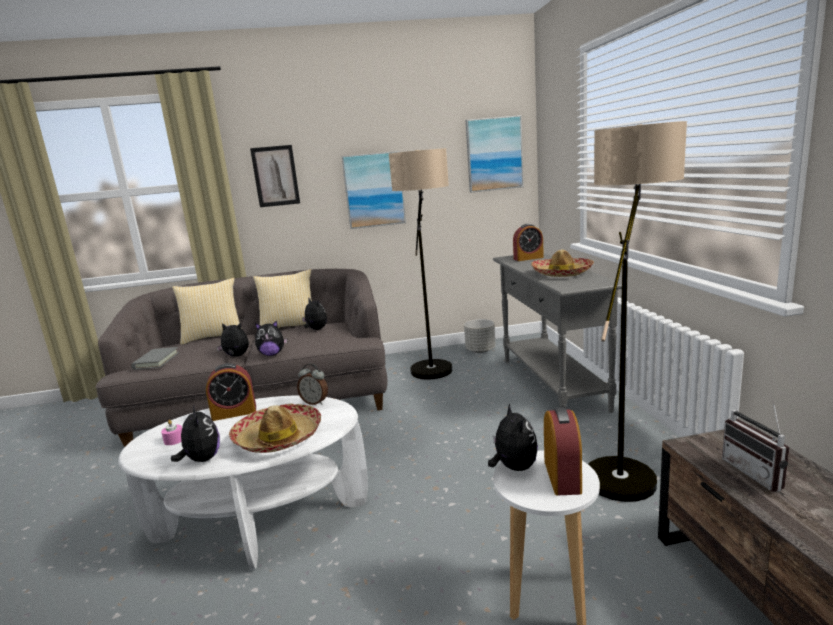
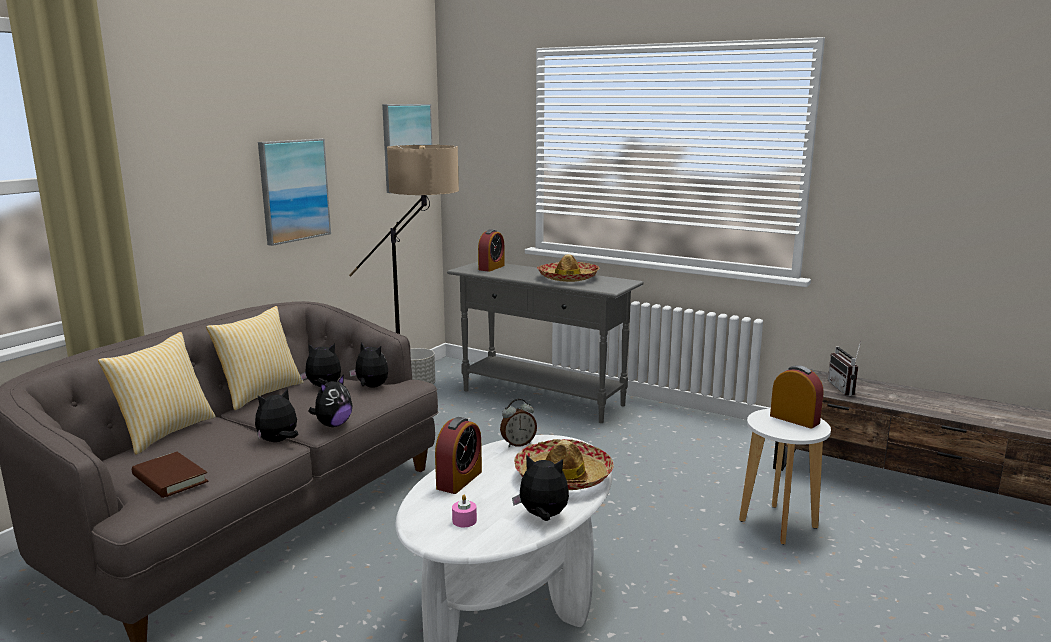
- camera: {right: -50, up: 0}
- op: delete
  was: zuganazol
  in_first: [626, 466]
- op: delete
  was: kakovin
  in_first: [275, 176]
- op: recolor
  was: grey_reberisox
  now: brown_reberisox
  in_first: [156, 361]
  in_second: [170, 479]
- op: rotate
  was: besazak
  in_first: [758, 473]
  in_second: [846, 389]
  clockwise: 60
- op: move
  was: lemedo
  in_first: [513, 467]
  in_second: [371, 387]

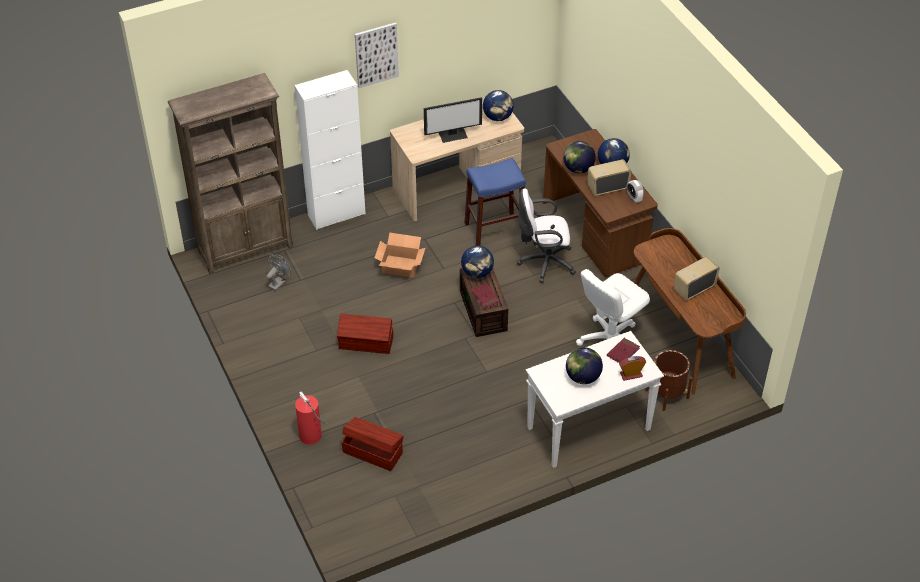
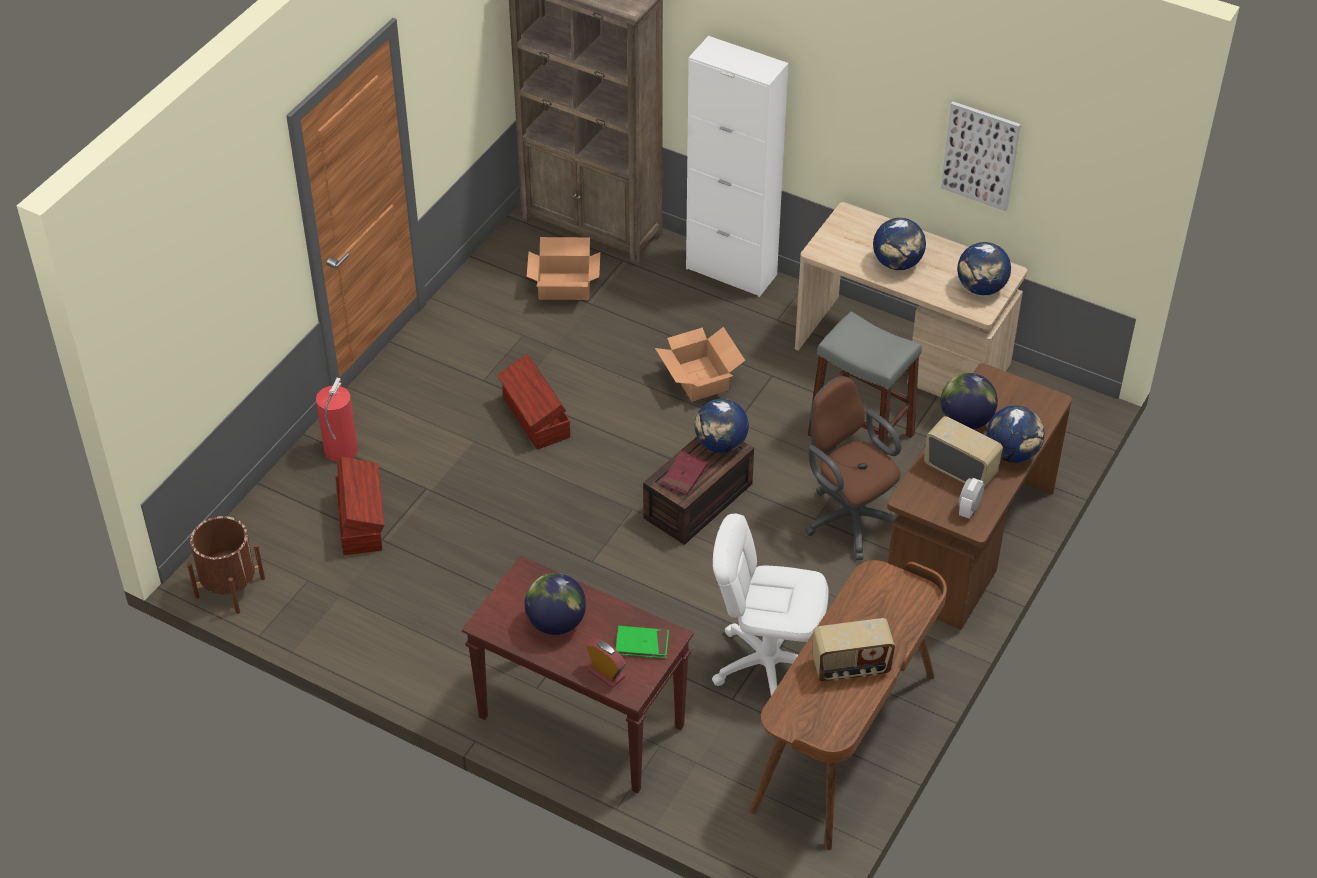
- camera: {right: 55, up: 0}
- op: move
  was: kakovin
  in_first: [376, 54]
  in_second: [980, 155]
- op: replace
  was: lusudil
  now: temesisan
  in_first: [453, 135]
  in_second: [897, 263]
- op: recolor
  was: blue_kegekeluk
  now: grey_kegekeluk
  in_first: [494, 229]
  in_second: [860, 434]
- op: recolor
  was: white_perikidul
  now: brown_perikidul
  in_first: [543, 262]
  in_second: [849, 517]
- op: replace
  was: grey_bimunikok
  now: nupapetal
  in_first: [279, 282]
  in_second: [564, 286]
- op: rotate
  was: besazak
  in_first: [694, 288]
  in_second: [851, 667]
  clockwise: 150
- op: recolor
  was: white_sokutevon
  now: brown_sokutevon
  in_first: [588, 430]
  in_second: [579, 722]
- op: recolor
  was: red_reberisox
  now: green_reberisox
  in_first: [623, 352]
  in_second: [642, 644]
- op: move
  was: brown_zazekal
  in_first: [667, 394]
  in_second: [230, 587]

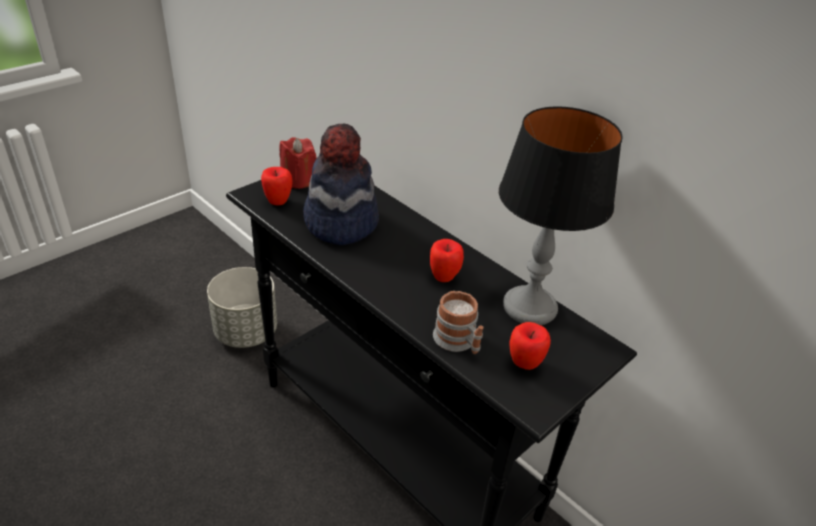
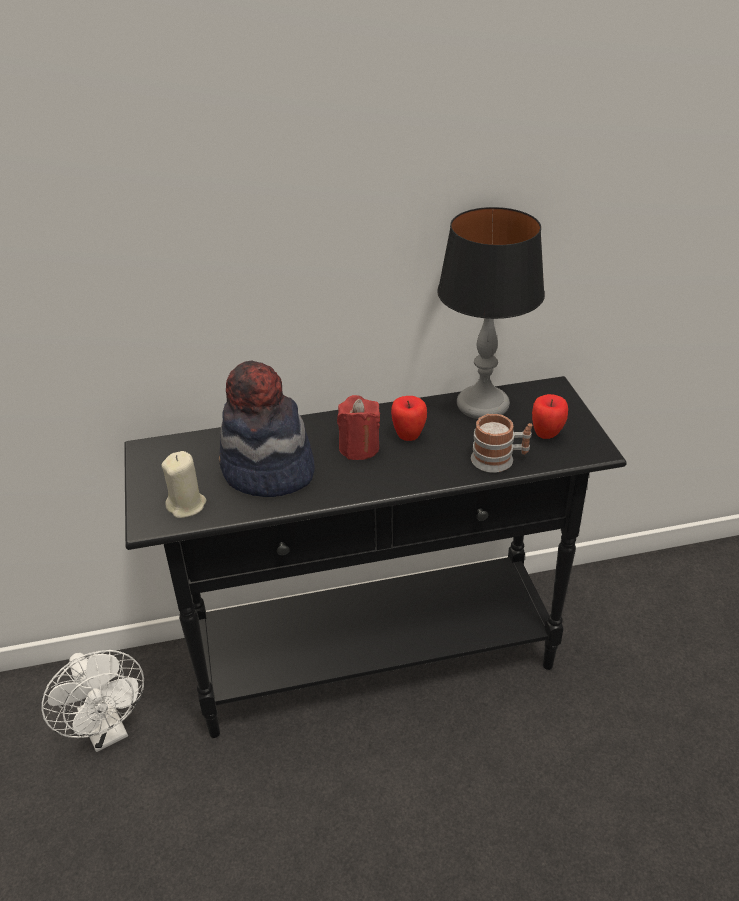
- camera: {right: -55, up: 0}
- op: move
  was: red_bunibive
  in_first: [298, 180]
  in_second: [359, 448]
- op: replace
  was: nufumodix
  now: beige_bunibive
  in_first: [278, 201]
  in_second: [187, 505]
- op: replace
  was: grey_zazekal
  now: white_bimunikok
  in_first: [246, 332]
  in_second: [107, 732]

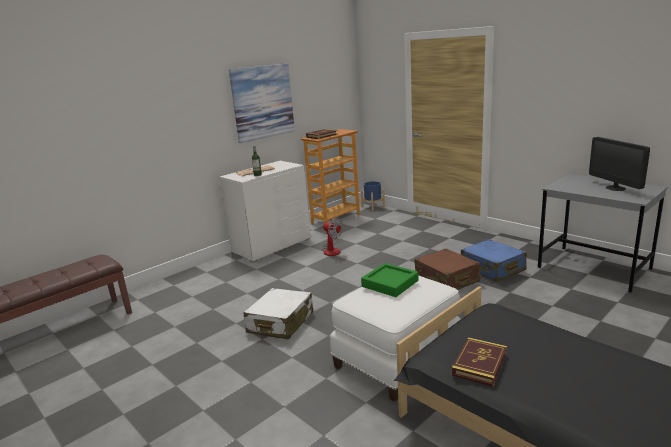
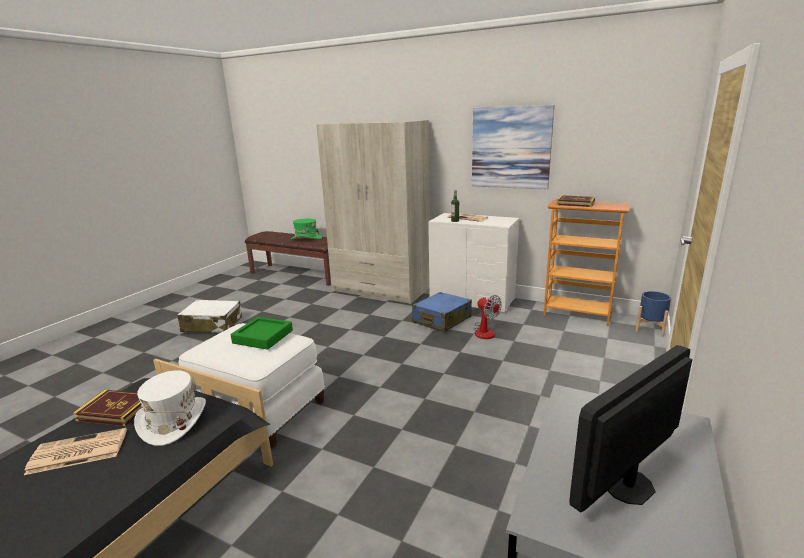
- camera: {right: 70, up: 0}
- op: rotate
  was: bimunikok
  in_first: [332, 250]
  in_second: [485, 331]
  clockwise: -60
- op: move
  was: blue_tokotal
  in_first: [492, 269]
  in_second: [441, 320]
- op: delete
  was: brown_tokotal
  in_first: [446, 279]
- op: move
  was: white_tokotal
  in_first: [280, 323]
  in_second: [212, 325]
- op: insert
  now: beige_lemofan
  in_second: [381, 289]
- op: insert
  now: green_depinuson
  in_second: [306, 238]
- op: insert
  now: white_depinuson
  in_second: [173, 421]
- op: insert
  now: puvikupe
  in_second: [77, 452]

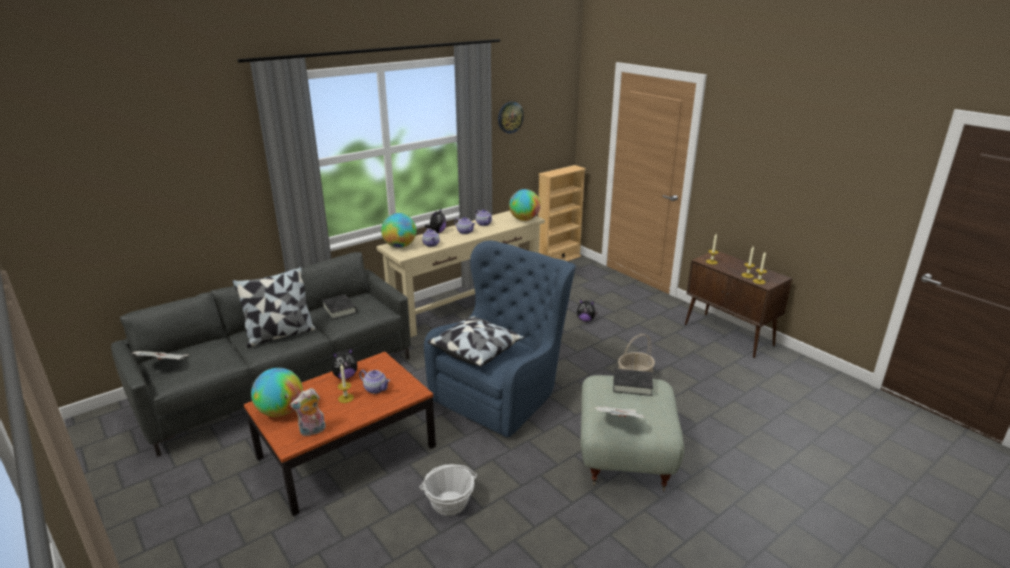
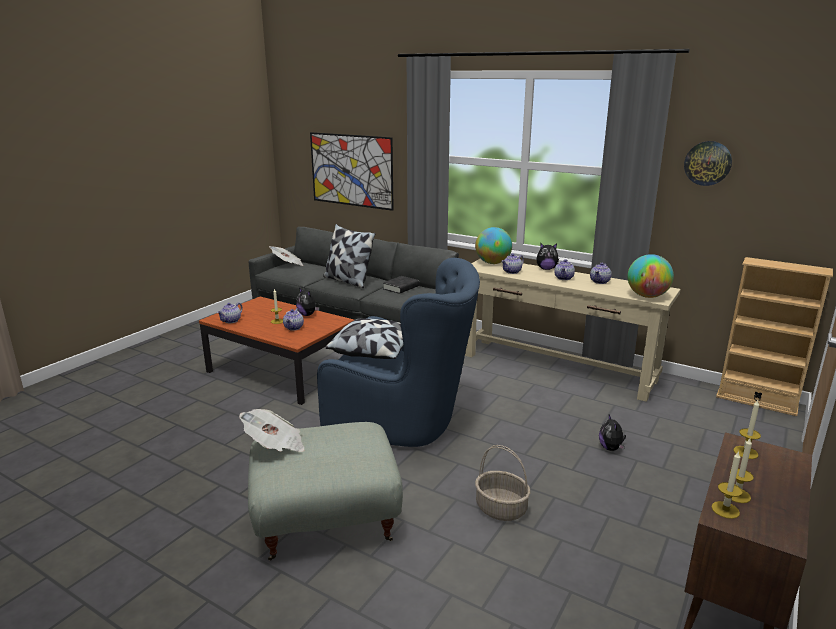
- camera: {right: 70, up: -5}
- op: delete
  was: temesisan
  in_first: [281, 411]
- op: delete
  was: black_reberisox
  in_first: [632, 385]
- op: replace
  was: lemedo
  now: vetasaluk
  in_first: [312, 431]
  in_second: [231, 321]
- op: delete
  was: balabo
  in_first: [449, 503]
- op: insert
  now: kakovin
  in_second: [351, 170]

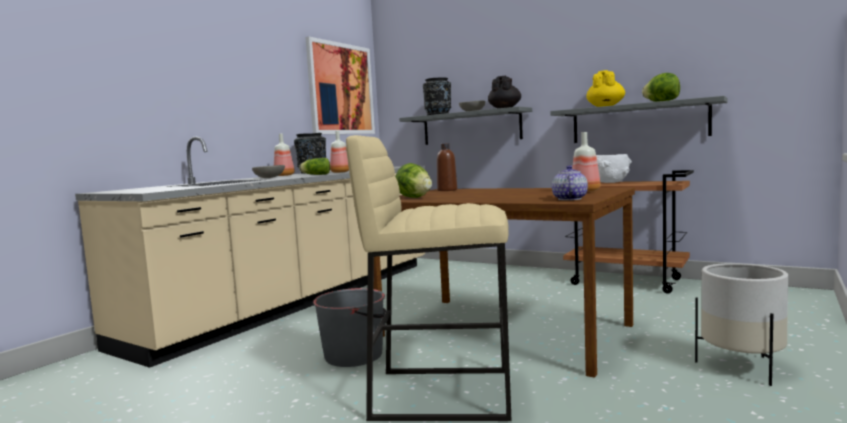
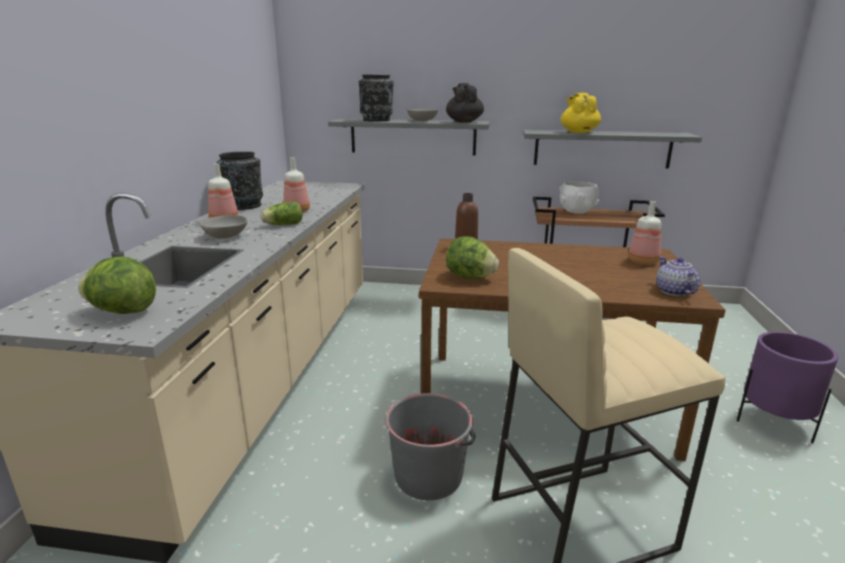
- camera: {right: -25, up: 15}
- op: delete
  was: kakovin
  in_first: [341, 89]
- op: move
  was: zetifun
  in_first: [661, 101]
  in_second: [123, 311]
- op: recolor
  was: white_zazekal
  now: purple_zazekal
  in_first: [742, 367]
  in_second: [774, 422]

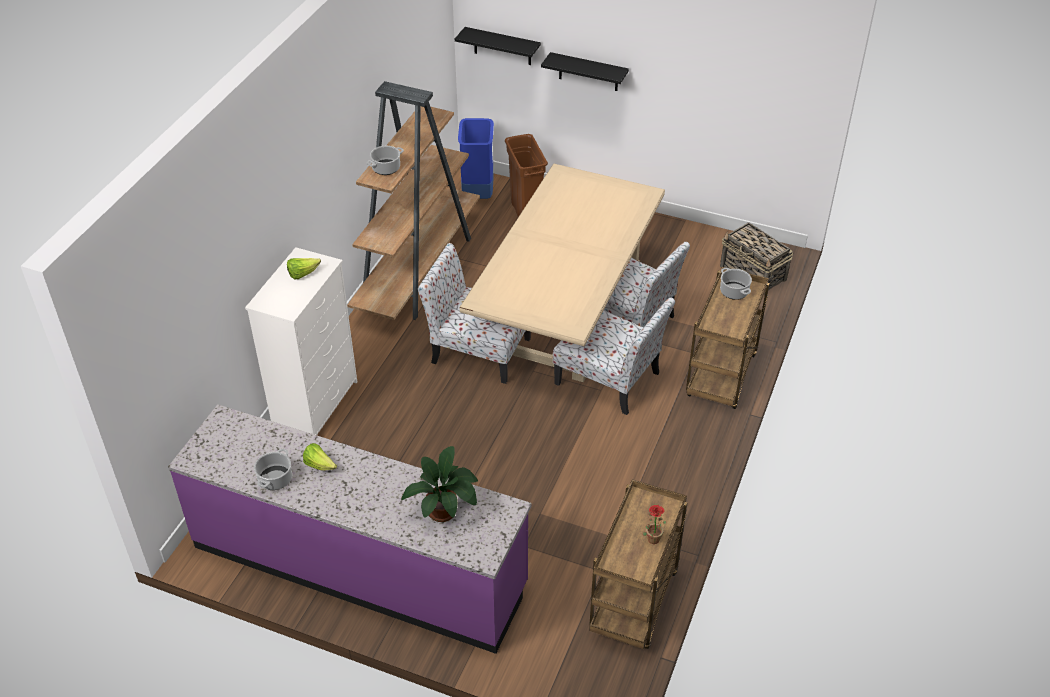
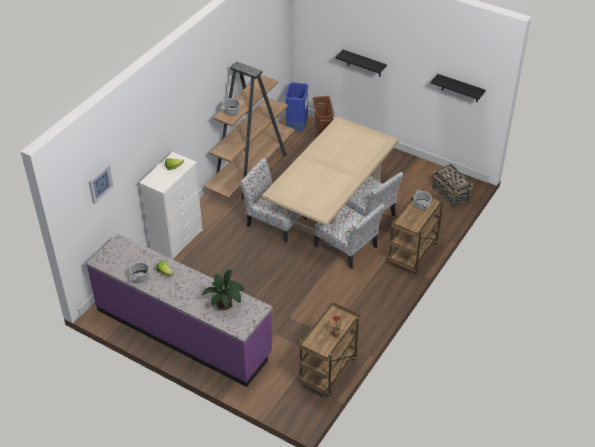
- camera: {right: 10, up: 0}
- op: move
  was: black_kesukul
  in_first: [502, 46]
  in_second: [460, 88]
- op: insert
  now: kakovin
  in_second: [100, 183]

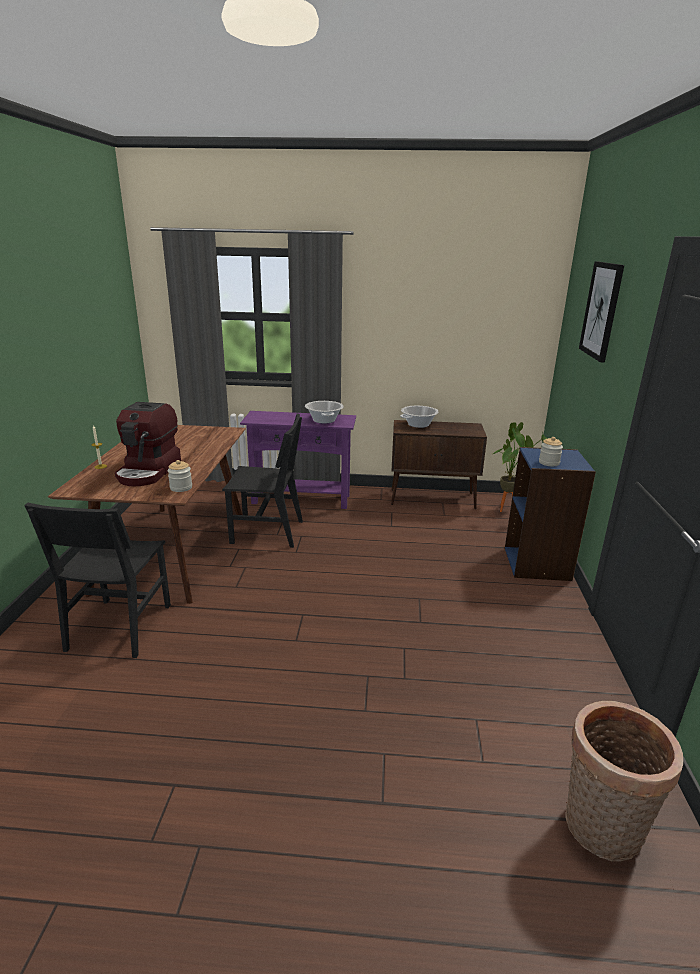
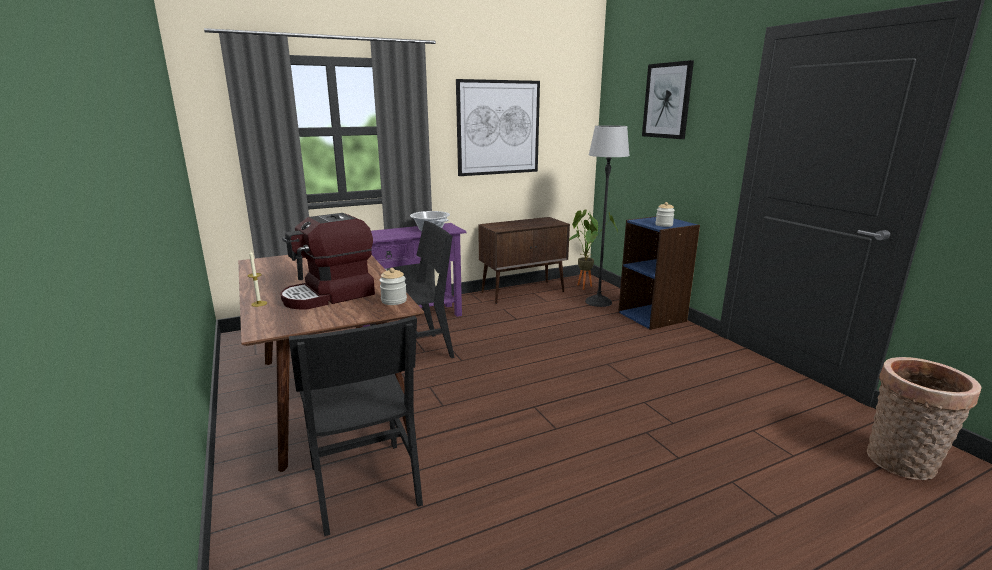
- camera: {right: -30, up: -5}
- op: rotate
  was: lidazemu
  in_first: [149, 471]
  in_second: [330, 296]
  clockwise: 75
- op: delete
  was: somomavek
  in_first: [418, 424]
- op: insert
  now: kakovin
  in_second: [498, 128]
- op: insert
  now: zuganazol
  in_second: [598, 301]

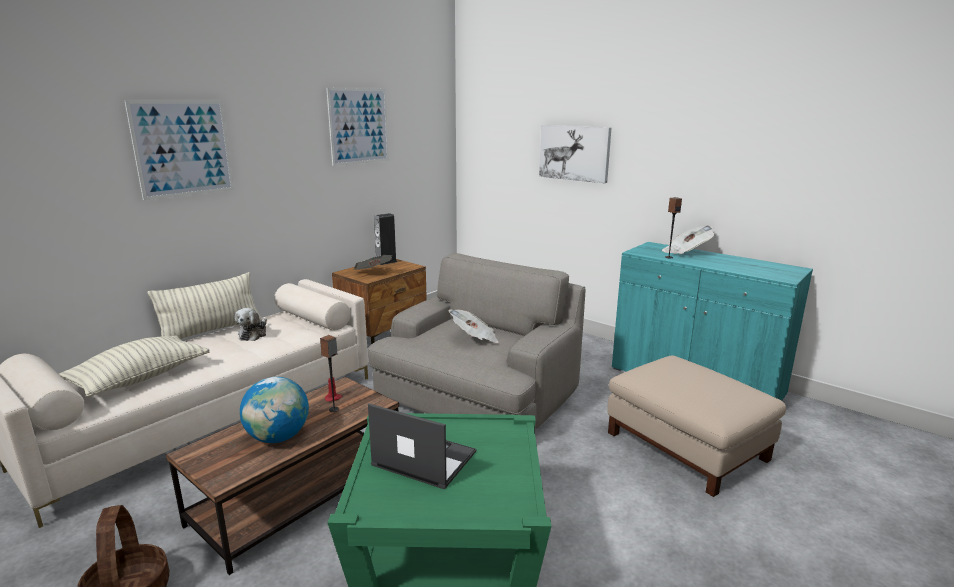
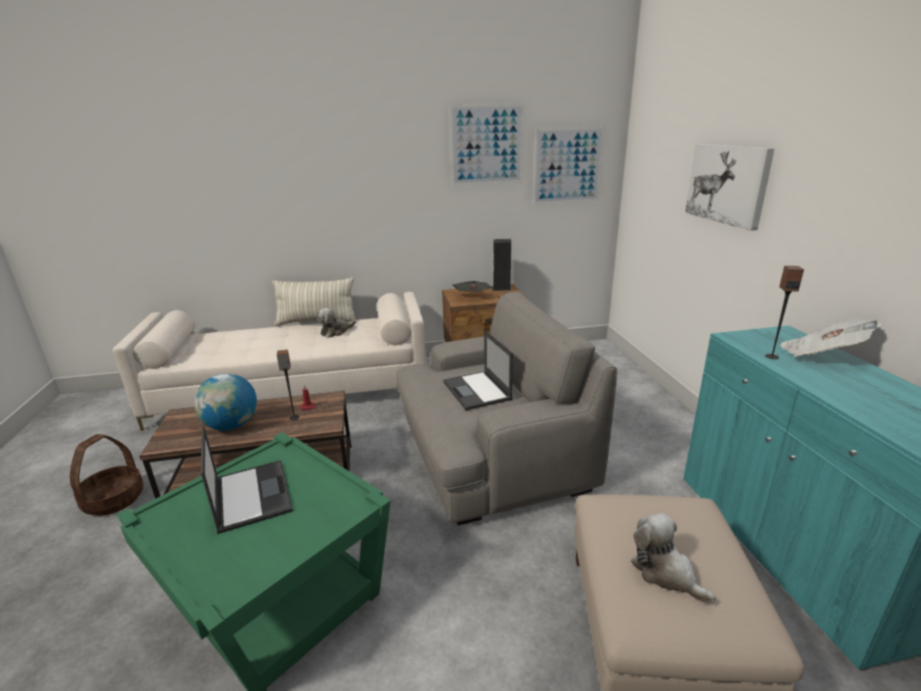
- camera: {right: 40, up: 5}
- op: move
  was: kakovin
  in_first: [183, 148]
  in_second: [568, 166]
- op: replace
  was: puvikupe
  now: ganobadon
  in_first: [474, 338]
  in_second: [477, 391]
- op: delete
  was: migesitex
  in_first: [140, 378]
- op: insert
  now: lemedo
  in_second: [665, 572]

